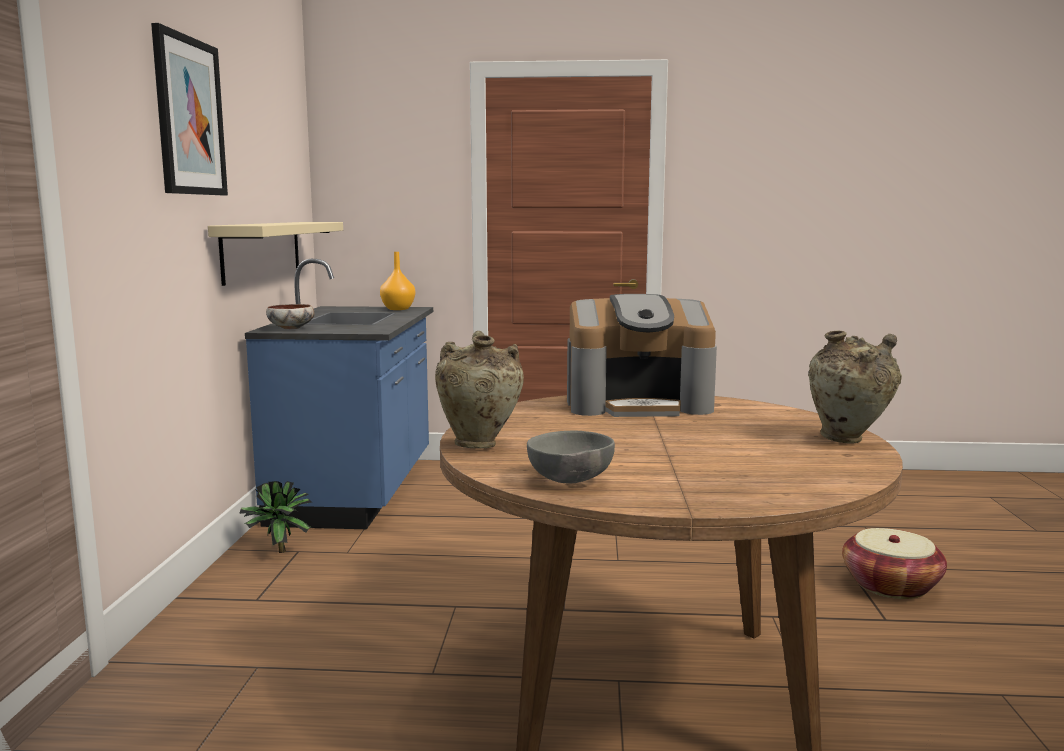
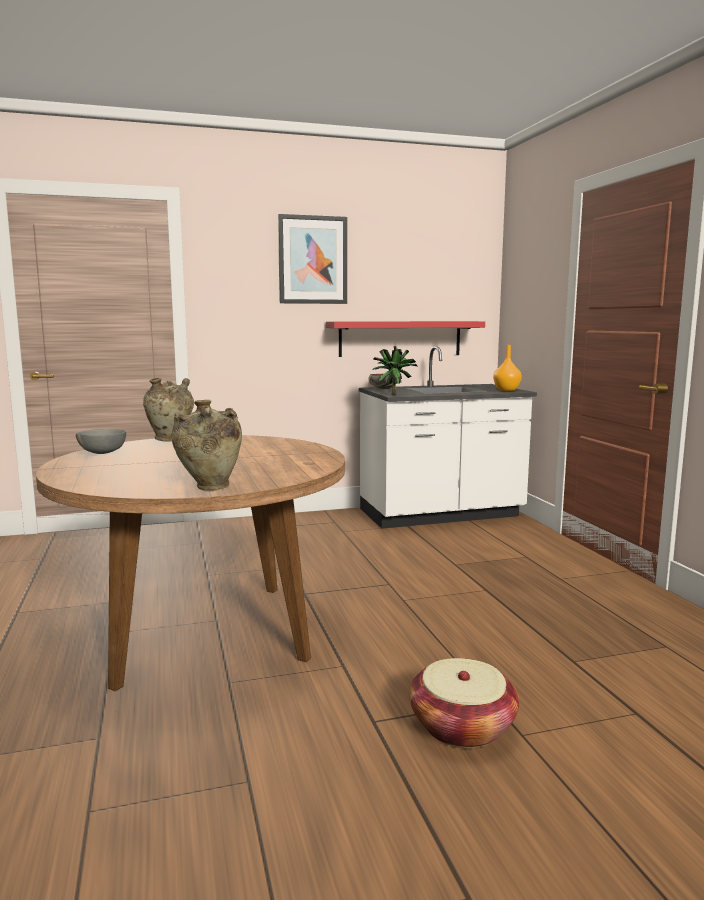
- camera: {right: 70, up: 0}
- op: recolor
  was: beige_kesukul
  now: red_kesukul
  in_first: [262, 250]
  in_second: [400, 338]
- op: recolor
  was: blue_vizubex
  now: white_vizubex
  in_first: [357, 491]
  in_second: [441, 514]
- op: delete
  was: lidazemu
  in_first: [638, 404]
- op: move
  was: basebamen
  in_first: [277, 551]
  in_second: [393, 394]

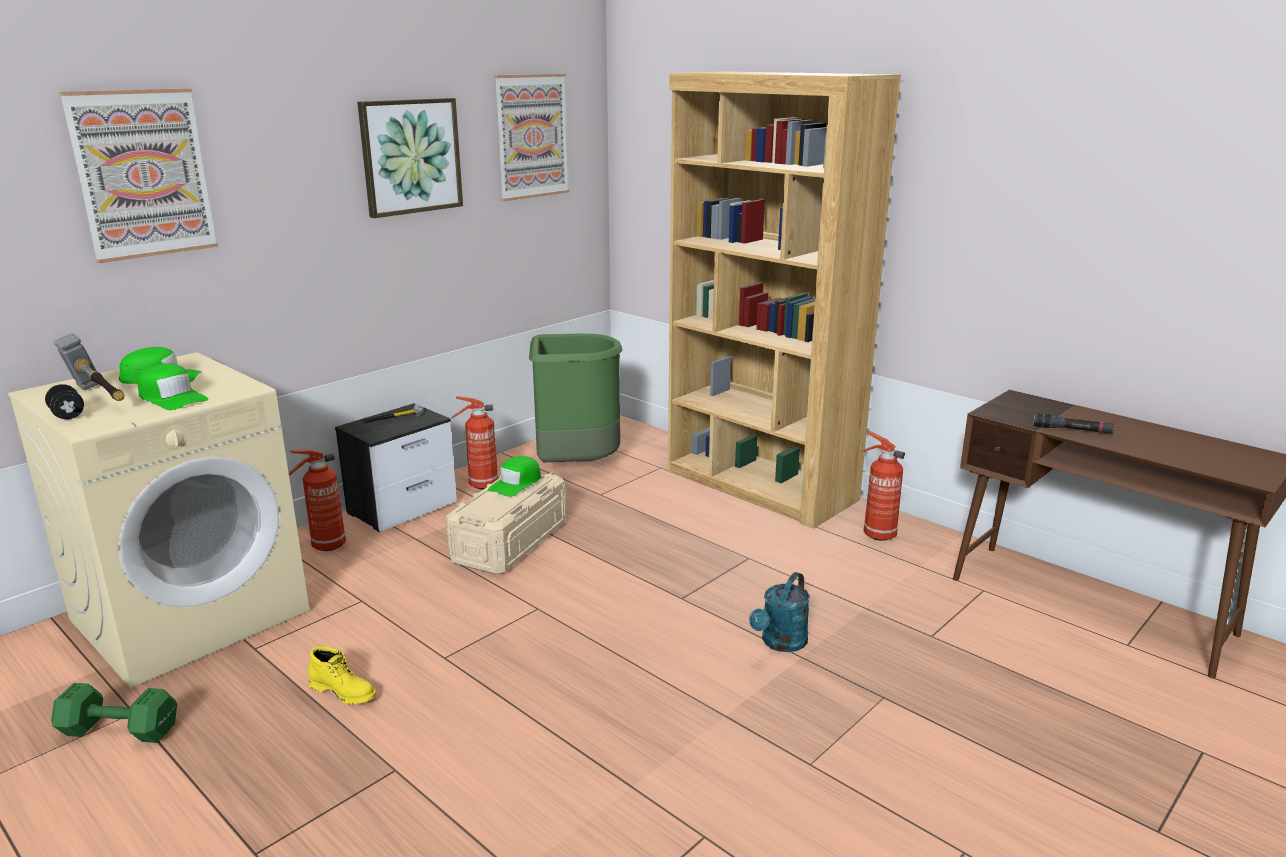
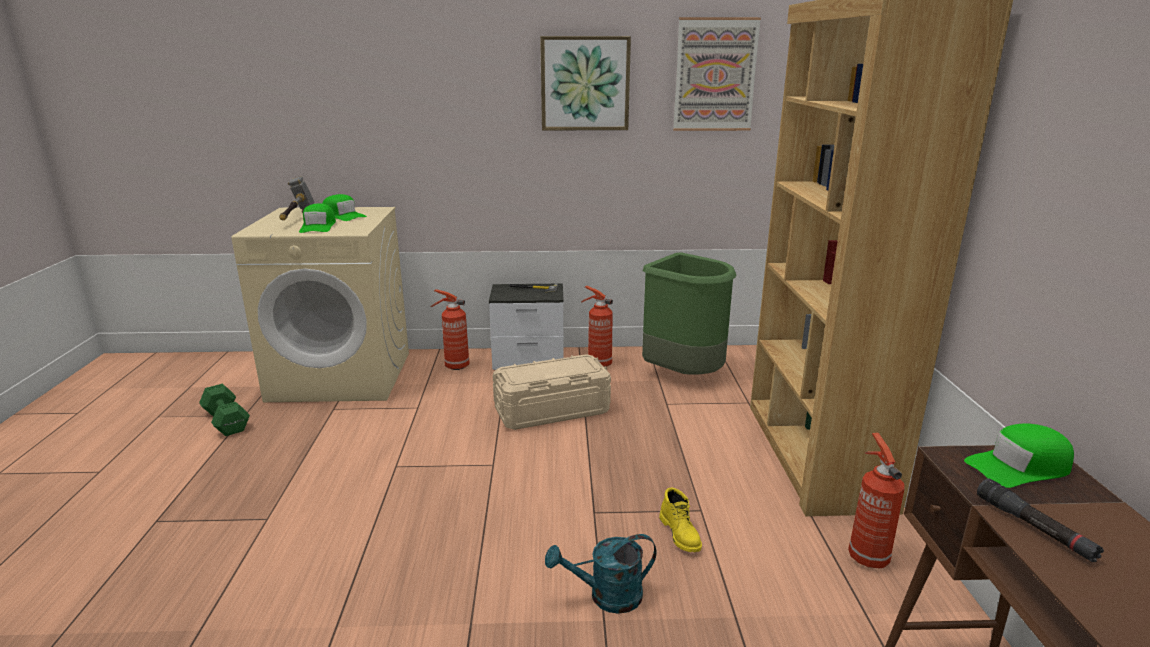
- camera: {right: 45, up: 0}
- op: delete
  was: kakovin
  in_first: [143, 174]
- op: delete
  was: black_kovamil
  in_first: [67, 415]
- op: move
  was: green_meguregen
  in_first: [516, 483]
  in_second: [1019, 467]
- op: move
  was: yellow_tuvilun
  in_first: [344, 691]
  in_second: [681, 534]

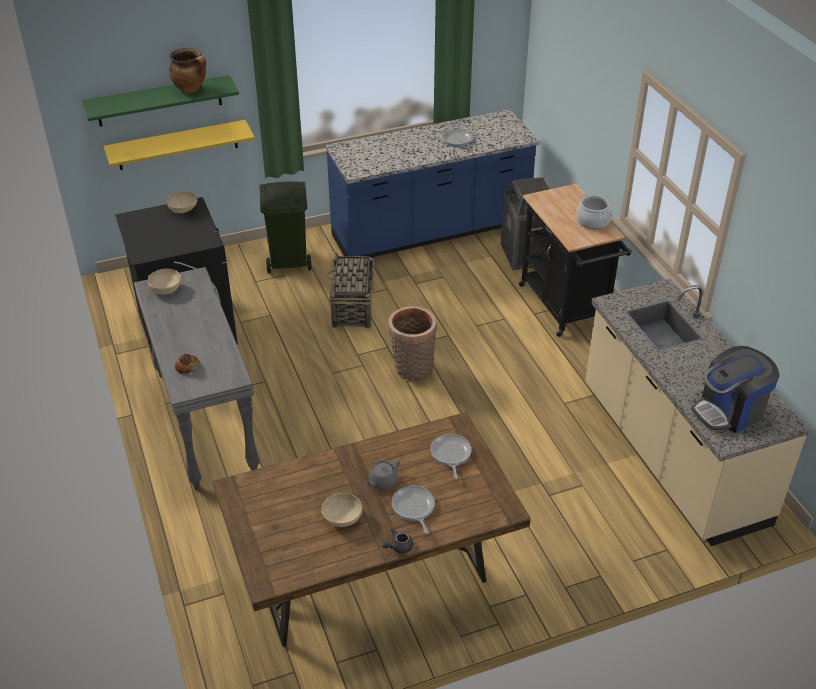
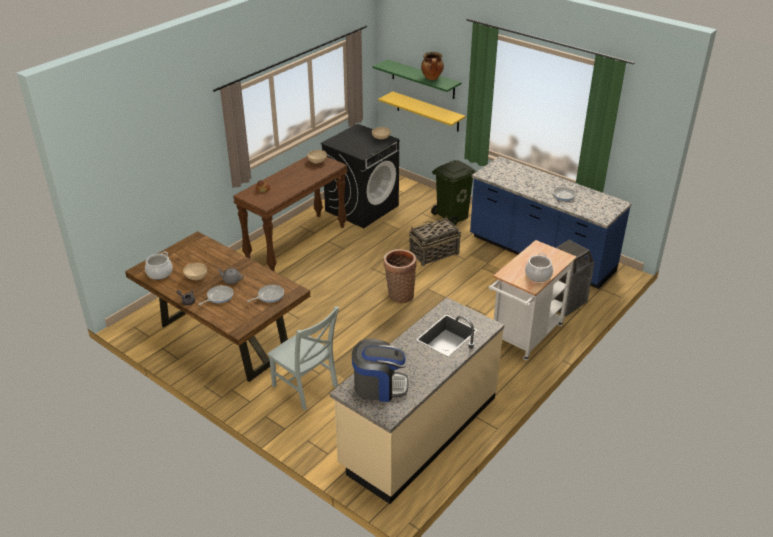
- camera: {right: 60, up: -5}
- op: recolor
  was: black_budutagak
  now: white_budutagak
  in_first: [566, 308]
  in_second: [524, 337]
- op: recolor
  was: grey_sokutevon
  now: brown_sokutevon
  in_first: [204, 422]
  in_second: [296, 242]
- op: rotate
  was: lidazemu
  in_first: [730, 411]
  in_second: [379, 386]
  clockwise: 150
- op: insert
  now: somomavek
  in_second: [160, 273]
- op: insert
  now: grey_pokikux
  in_second: [306, 388]

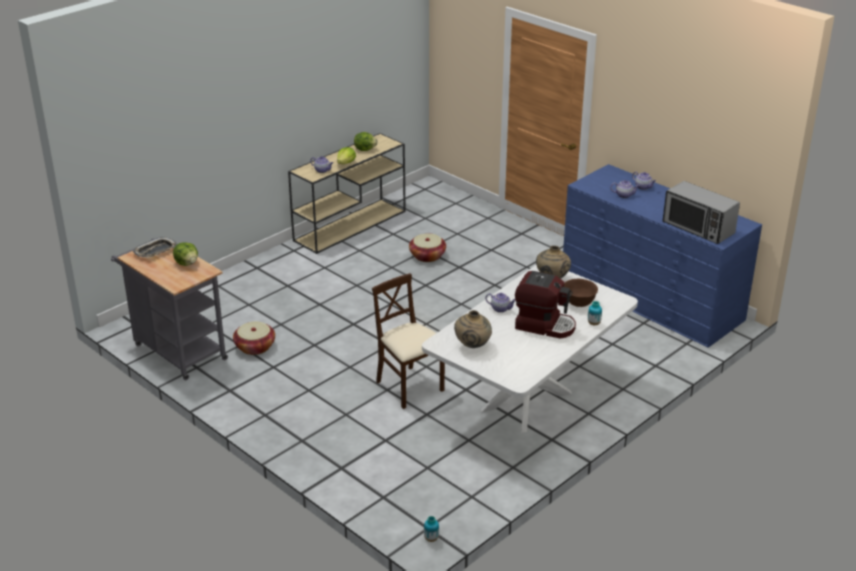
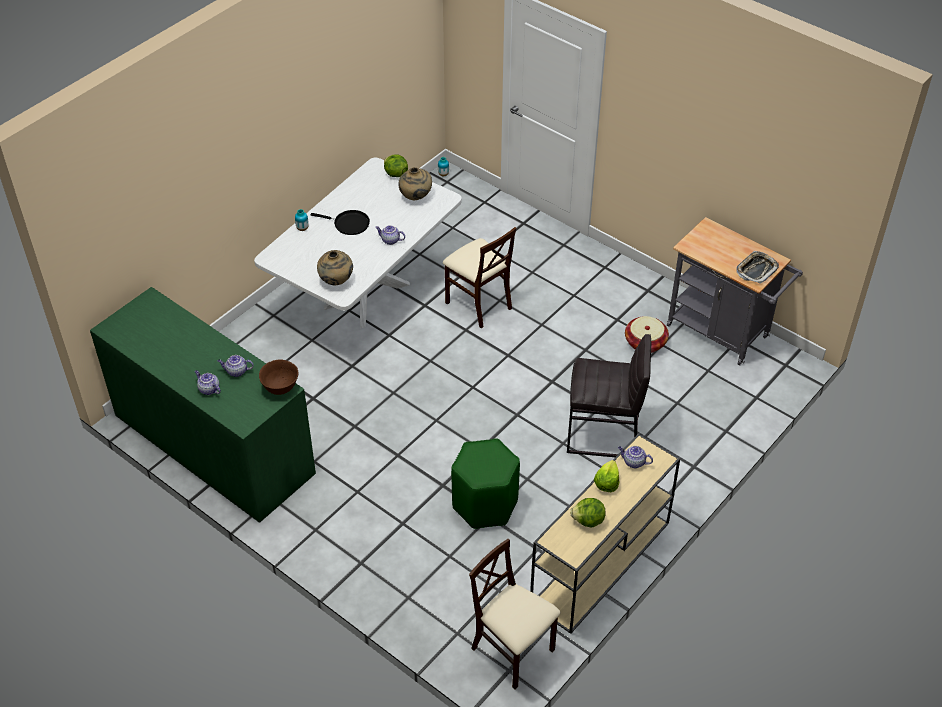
- camera: {right: 175, up: 15}
- op: recolor
  was: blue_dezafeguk
  now: green_dezafeguk
  in_first: [651, 298]
  in_second: [213, 443]
- op: delete
  was: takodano
  in_first: [698, 228]
- op: replace
  was: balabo
  now: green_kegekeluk
  in_first: [427, 256]
  in_second: [485, 504]
- op: move
  was: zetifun
  in_first: [187, 263]
  in_second: [395, 174]
- op: replace
  was: lidazemu
  now: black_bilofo
  in_first: [544, 325]
  in_second: [349, 224]
- op: move
  was: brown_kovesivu
  in_first: [578, 303]
  in_second: [281, 387]
- op: insert
  now: grey_kegekeluk
  in_second: [603, 435]
- op: insert
  now: beige_pokikux
  in_second: [513, 651]

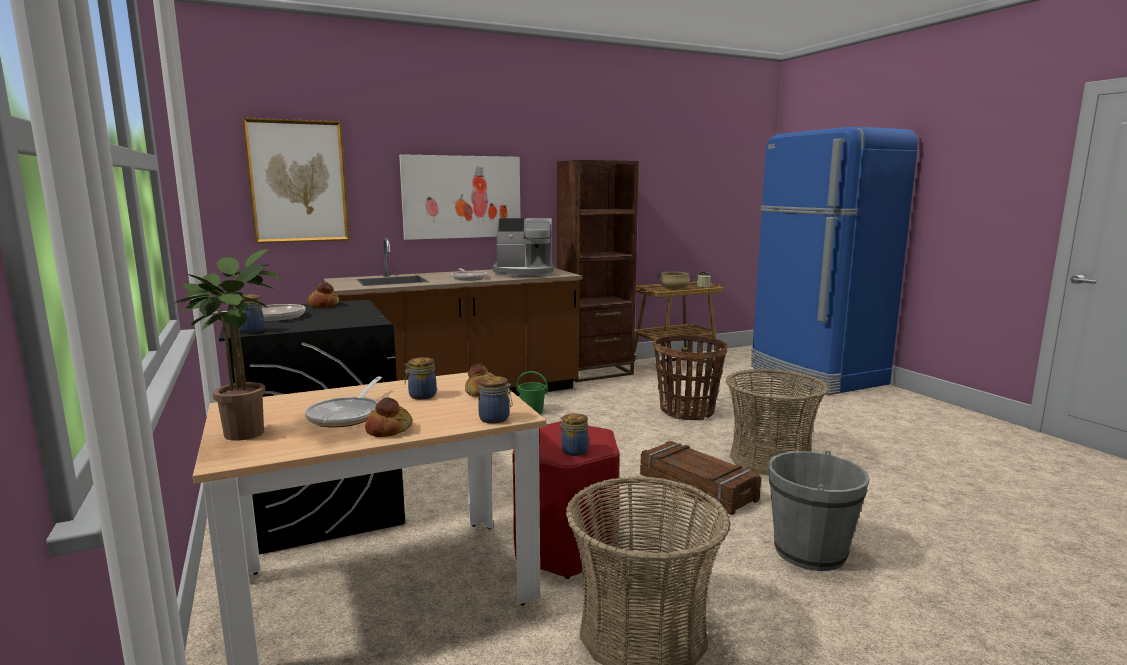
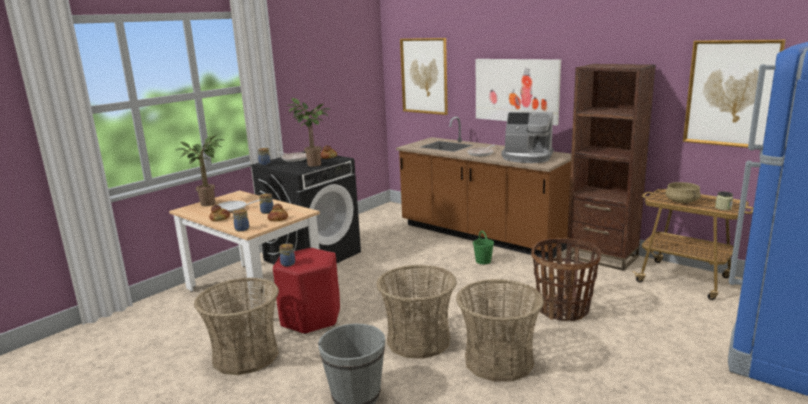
- camera: {right: 65, up: 5}
- op: rotate
  was: lidazemu
  in_first: [524, 273]
  in_second: [527, 157]
  clockwise: -45
- op: replace
  was: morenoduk
  now: balabo
  in_first: [697, 487]
  in_second: [418, 340]
- op: insert
  now: kakovin
  in_second: [731, 93]
- op: insert
  now: basebamen
  in_second: [312, 165]

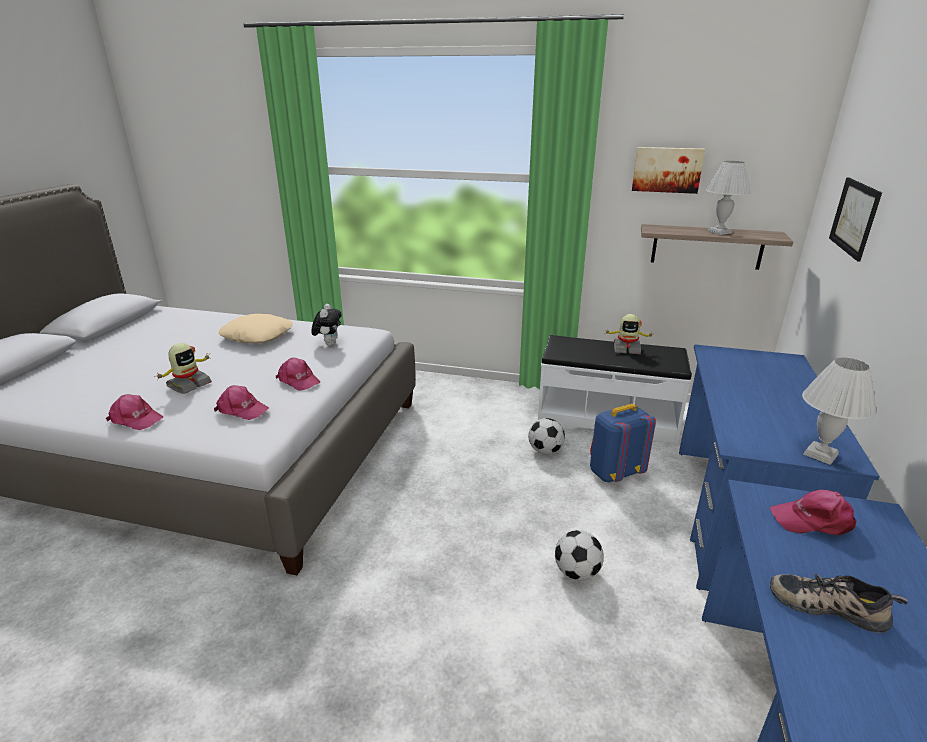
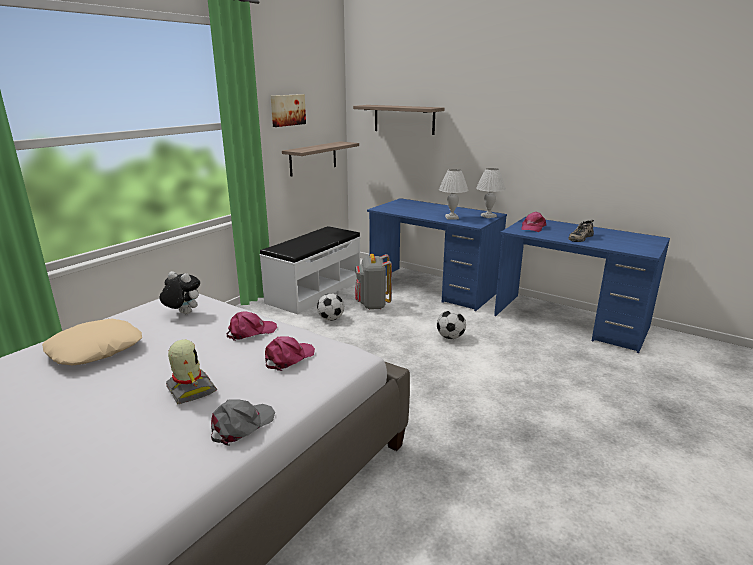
- camera: {right: -70, up: -5}
- op: move
  was: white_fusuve
  in_first: [719, 232]
  in_second: [451, 218]
- op: replace
  was: kakovin
  now: kesukul
  in_first: [854, 217]
  in_second: [404, 119]
- op: delete
  was: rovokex
  in_first: [626, 349]
- op: recolor
  was: pink_meguregen
  now: grey_meguregen
  in_first: [136, 419]
  in_second: [241, 425]
- op: recolor
  was: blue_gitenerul
  now: grey_gitenerul
  in_first: [614, 473]
  in_second: [372, 305]

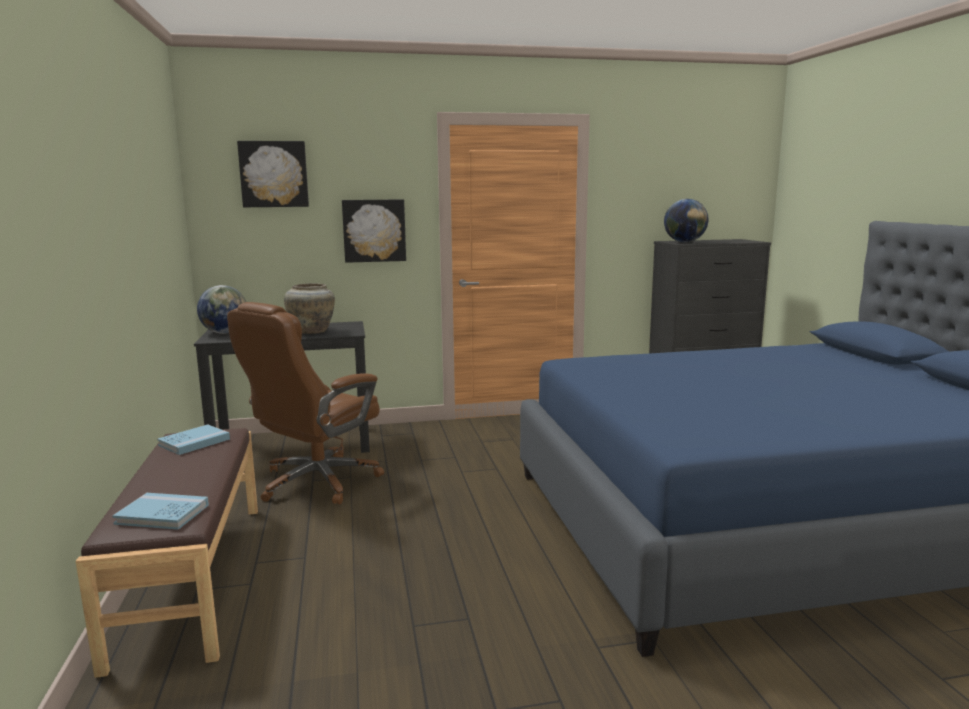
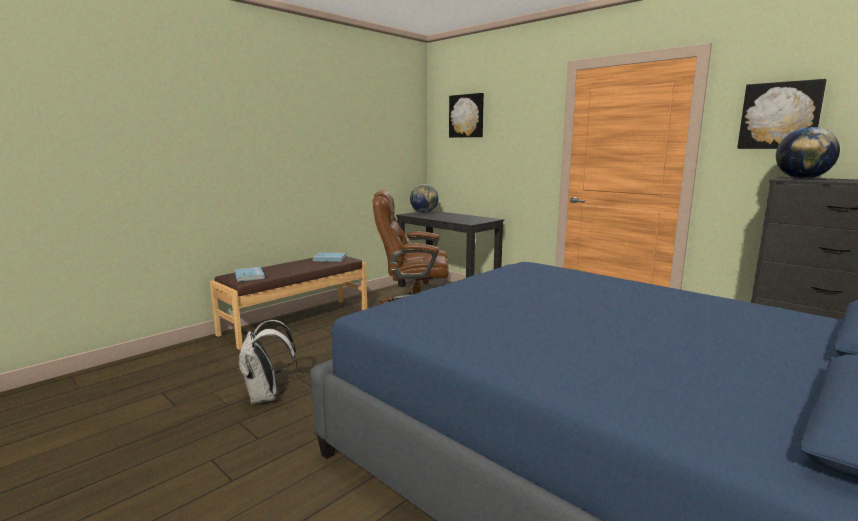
- camera: {right: 55, up: 0}
- op: move
  was: kakovin
  in_first: [374, 230]
  in_second: [780, 116]
- op: delete
  was: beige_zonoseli
  in_first: [312, 332]
- op: insert
  now: white_gitenerul
  in_second: [266, 397]

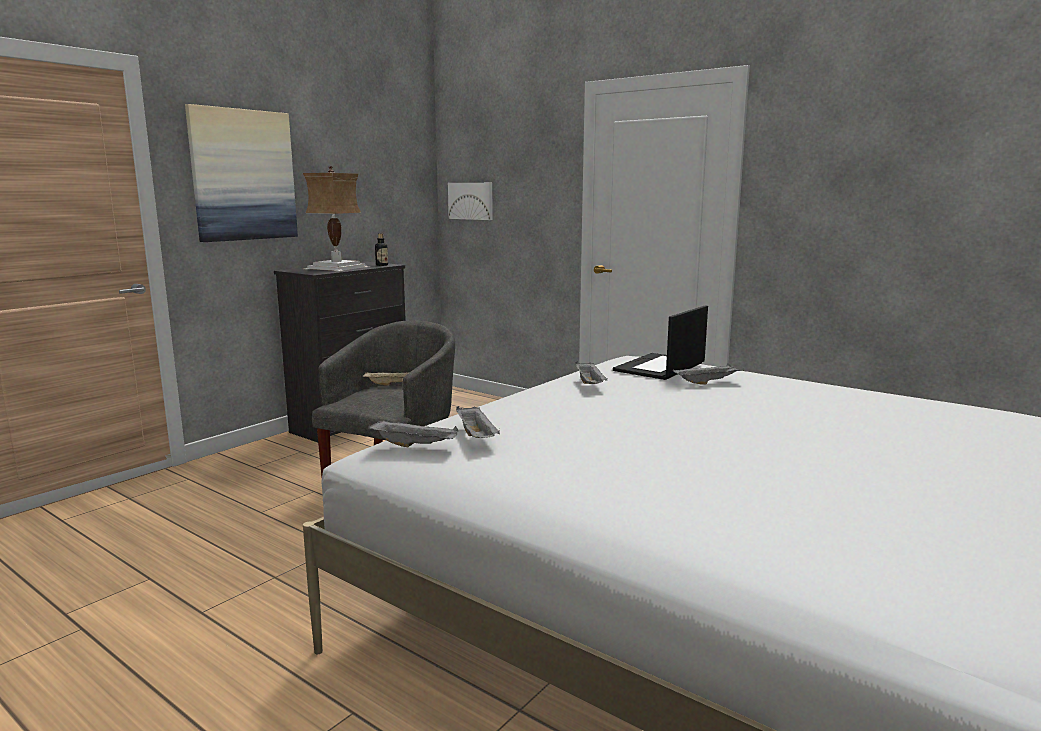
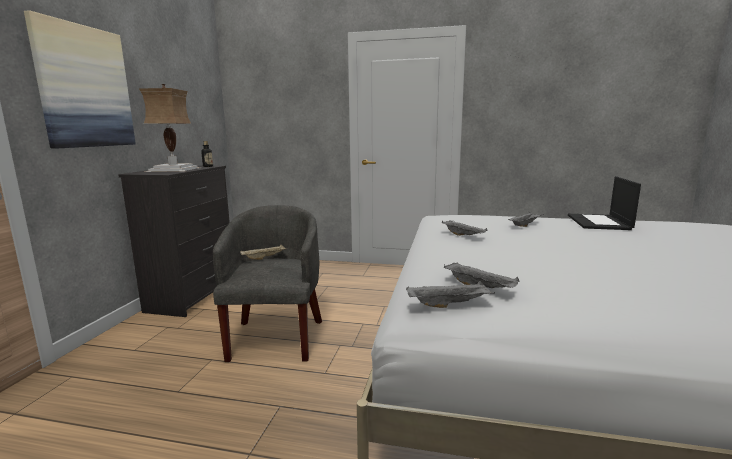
- camera: {right: -25, up: 0}
- op: delete
  was: kakovin
  in_first: [471, 201]
- op: move
  was: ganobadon
  in_first: [660, 367]
  in_second: [599, 222]

